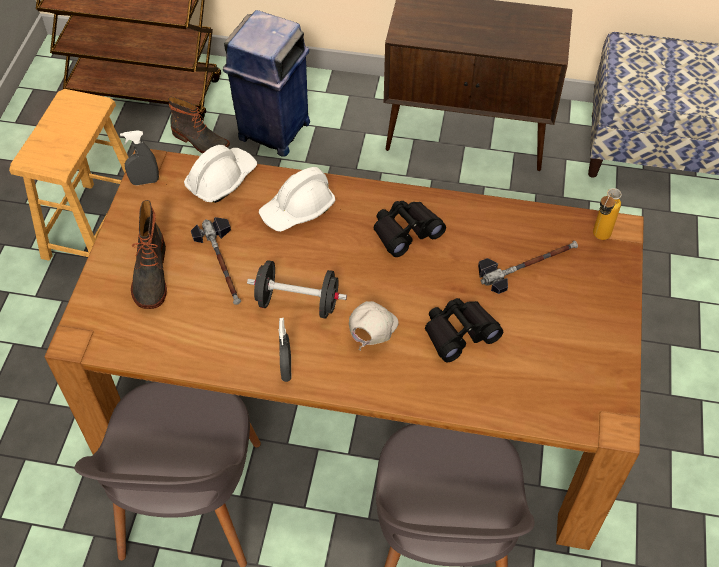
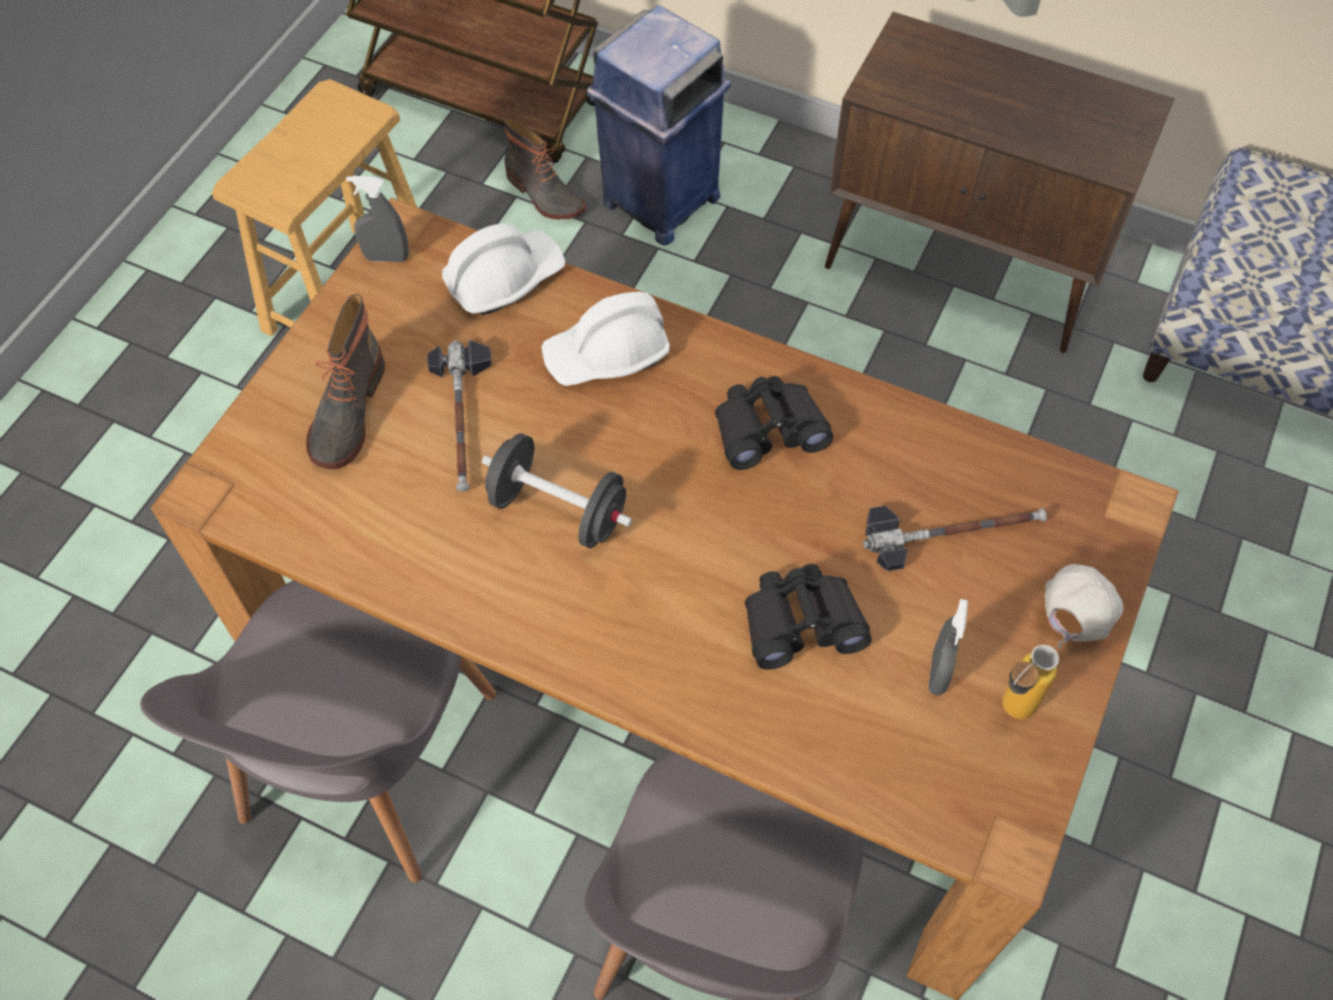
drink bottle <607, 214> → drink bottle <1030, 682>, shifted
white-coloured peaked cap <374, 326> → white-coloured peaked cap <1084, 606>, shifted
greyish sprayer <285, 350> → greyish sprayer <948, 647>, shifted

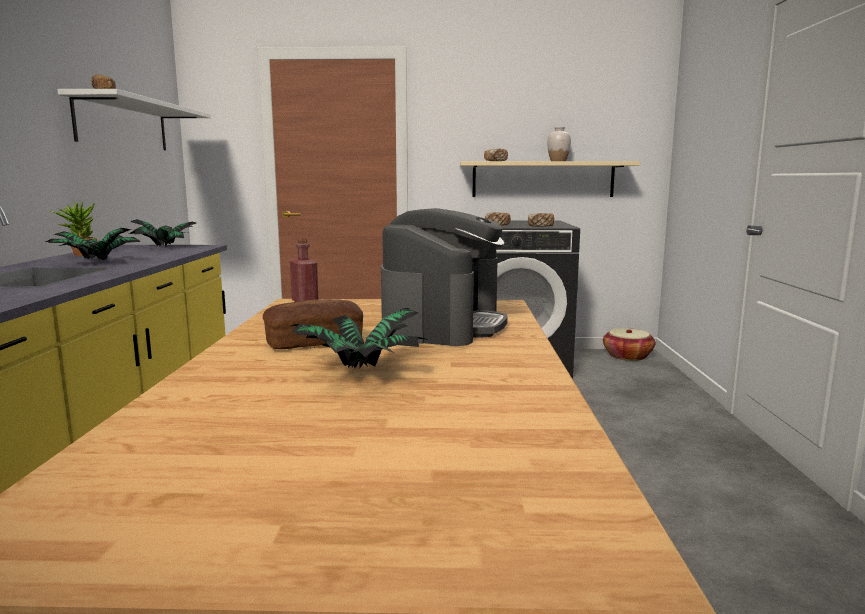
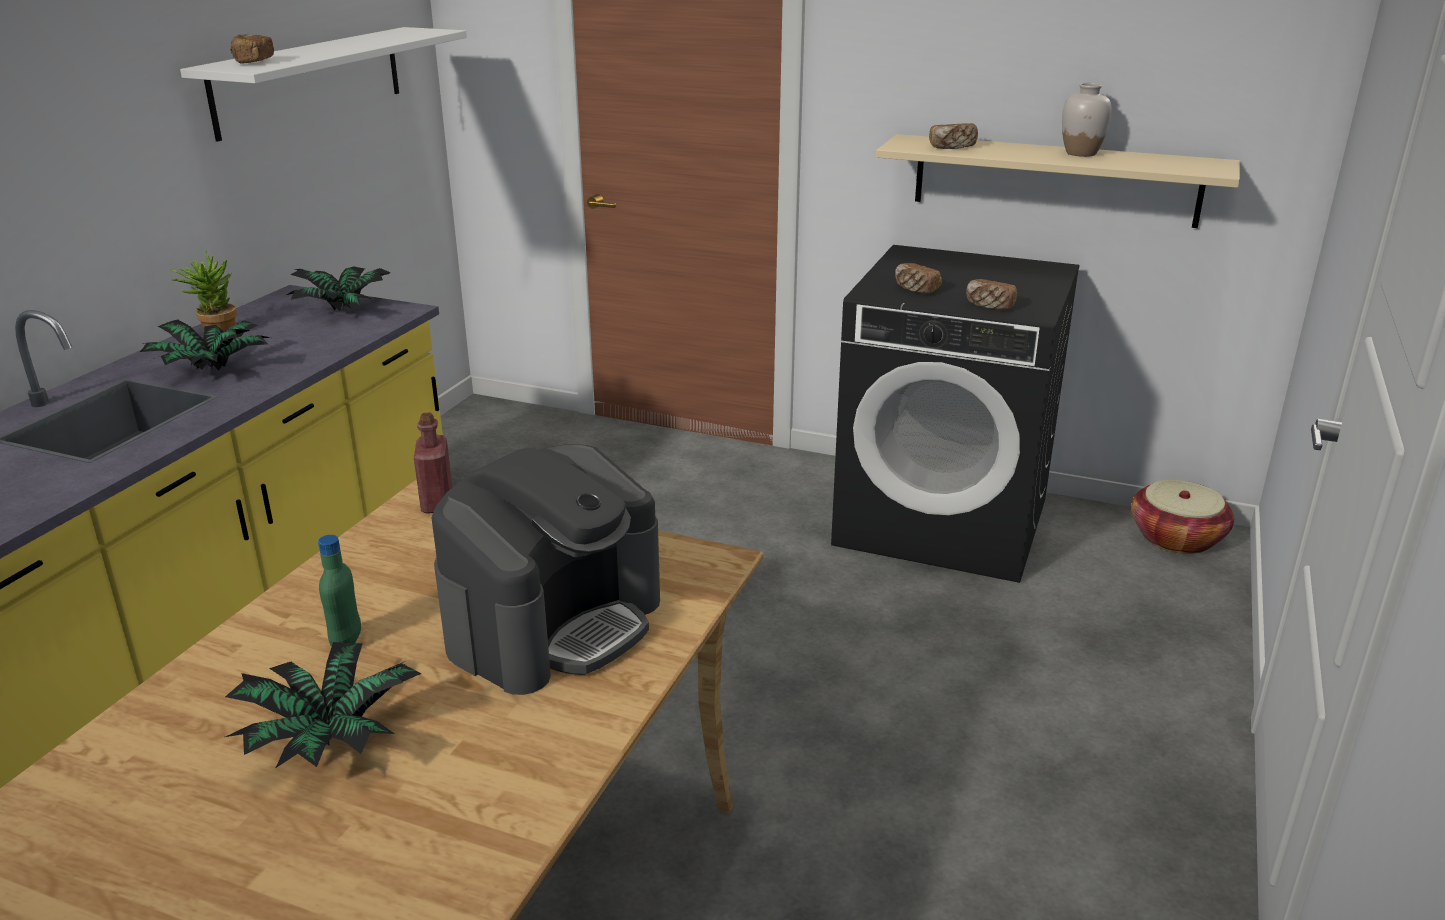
bakery bread <313, 324> → green drink bottle <339, 591>

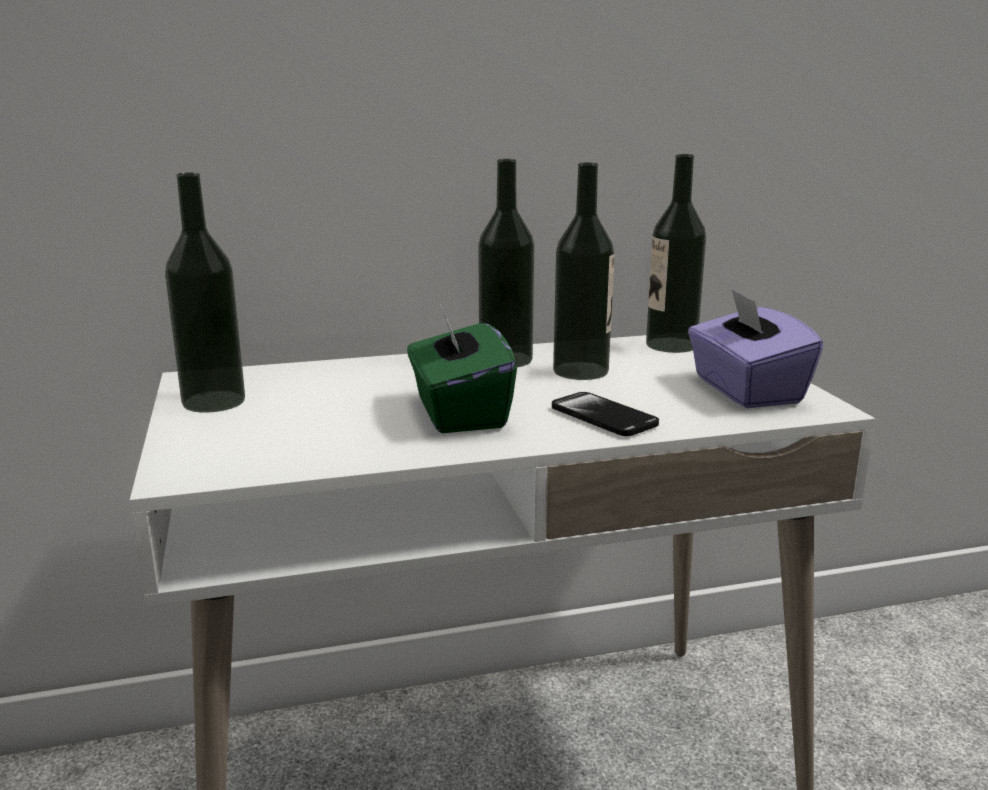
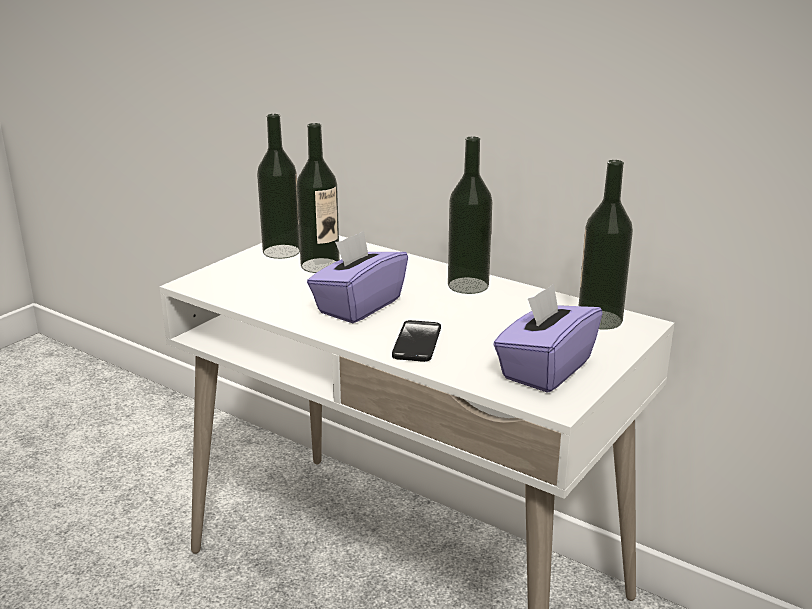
drink bottle <583, 271> → drink bottle <318, 198>, shifted
green tissue holder <462, 369> → purplish tissue holder <357, 277>

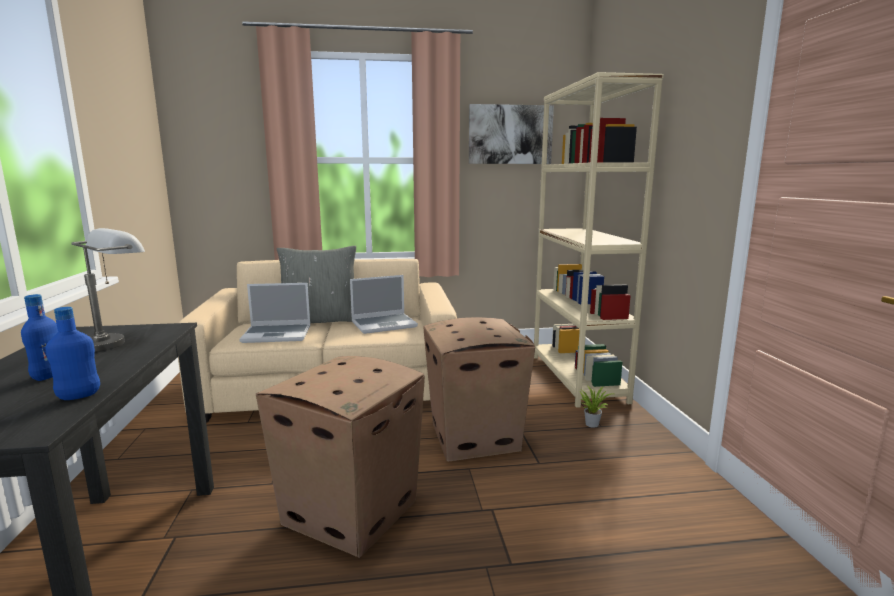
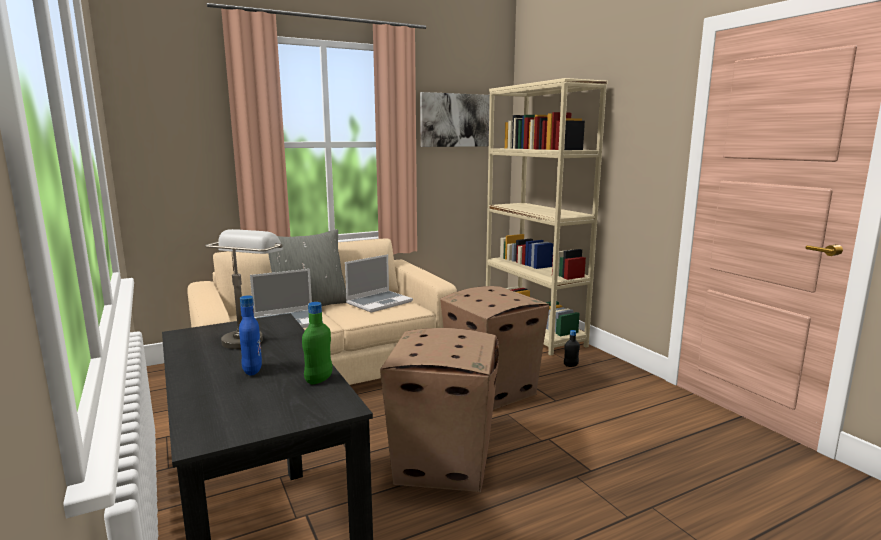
blue drink bottle <72, 353> → green drink bottle <317, 343>
houseplant <595, 407> → black drink bottle <572, 348>

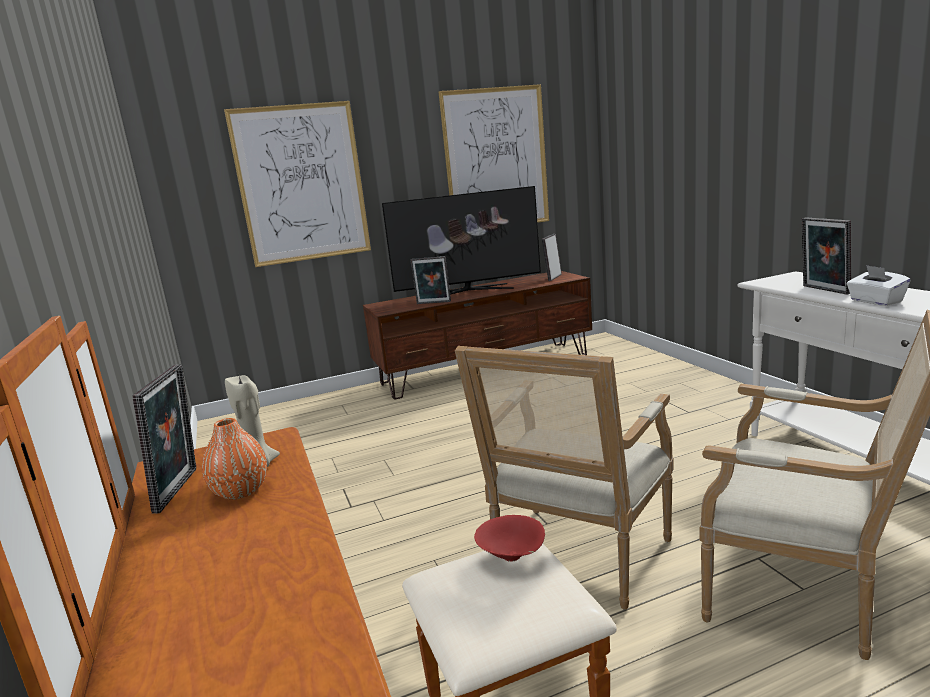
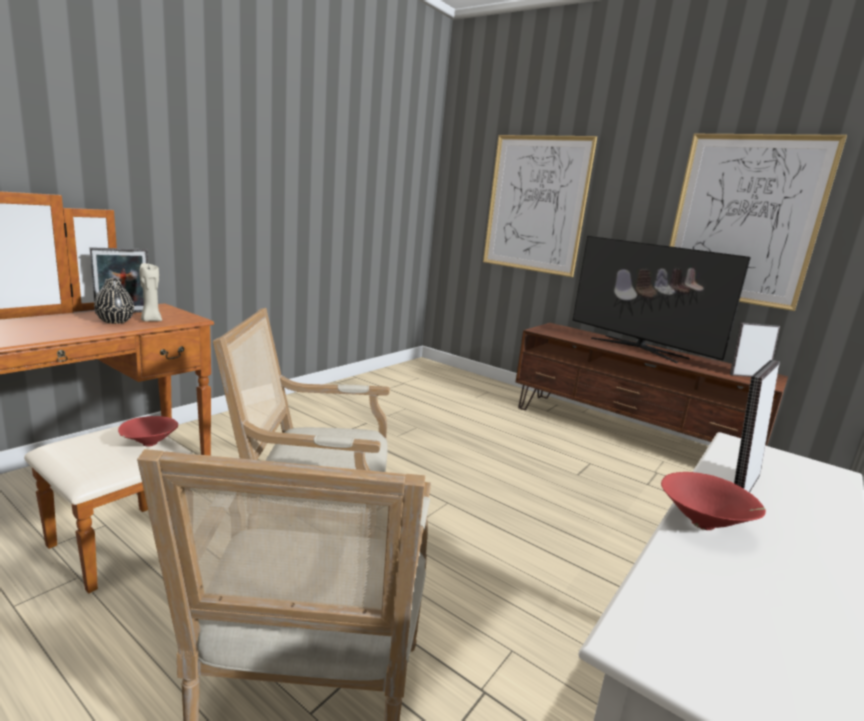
standing frame <430, 280> → -
white-coloured tissue holder <879, 285> → red serving bowl <713, 501>
orange decorative vase <234, 459> → black decorative vase <114, 301>

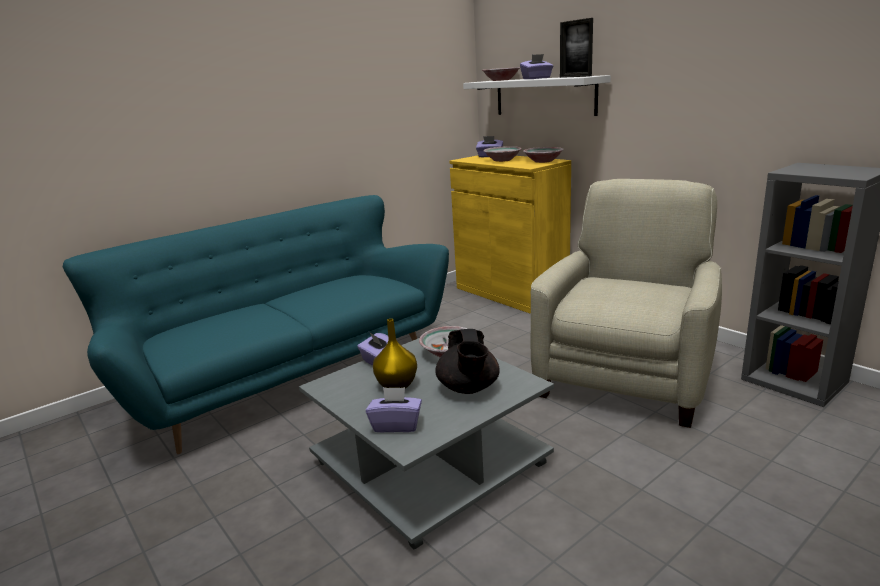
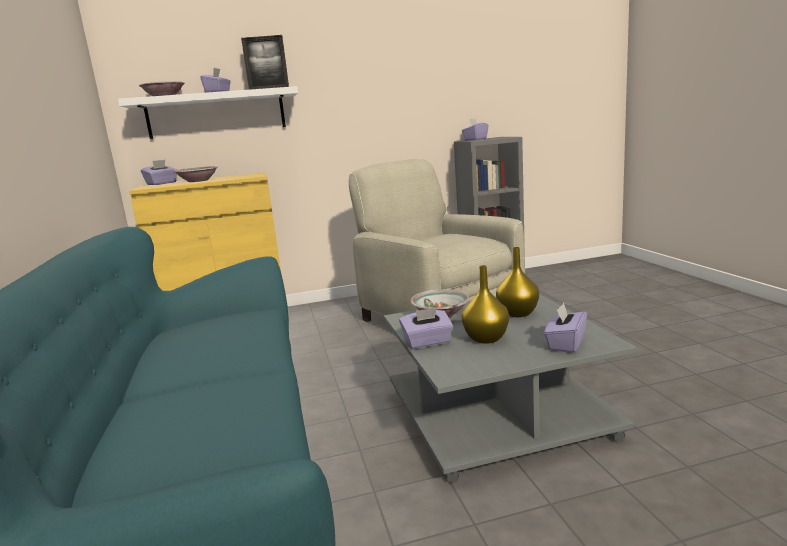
serving bowl <543, 155> → -
black tea pot <467, 361> → yellow-coloured decorative vase <517, 282>
- → purplish tissue holder <475, 129>

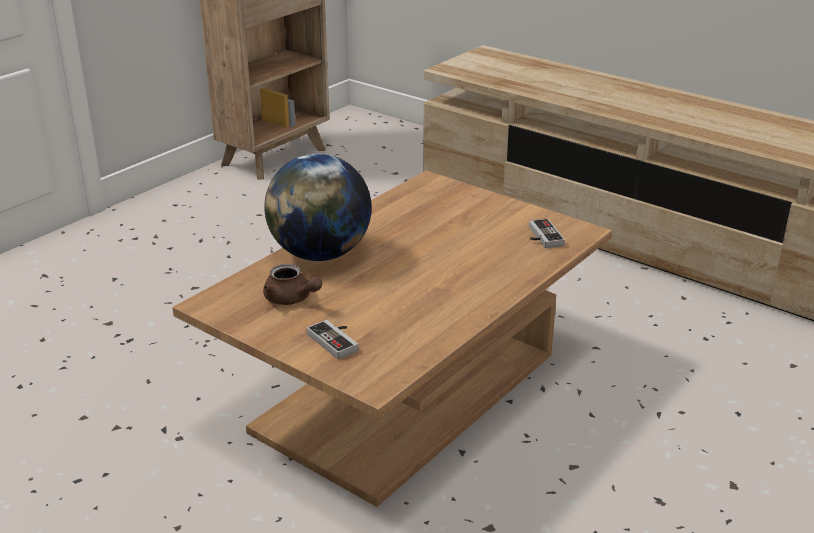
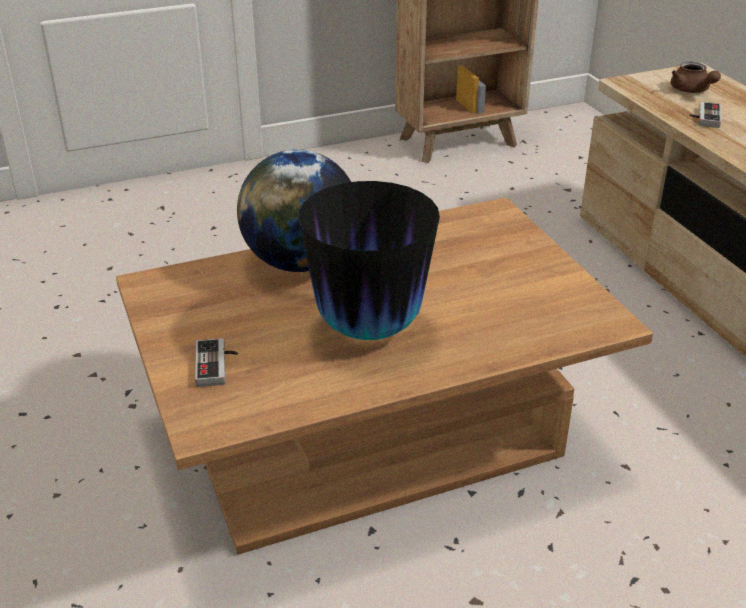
joypad <547, 233> → joypad <705, 115>, shifted
brownish tea pot <292, 284> → brownish tea pot <696, 77>, shifted
- → decorative vase <369, 260>

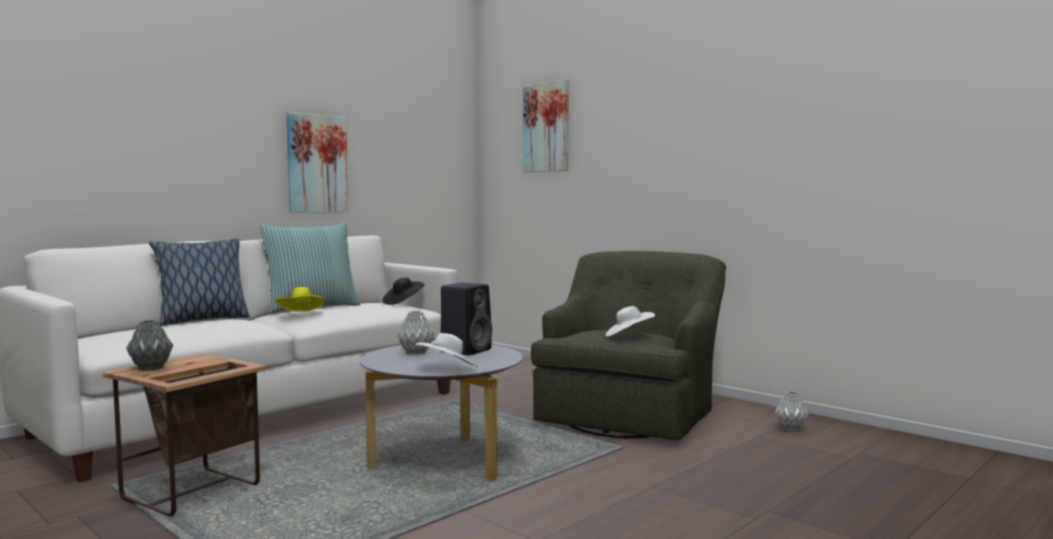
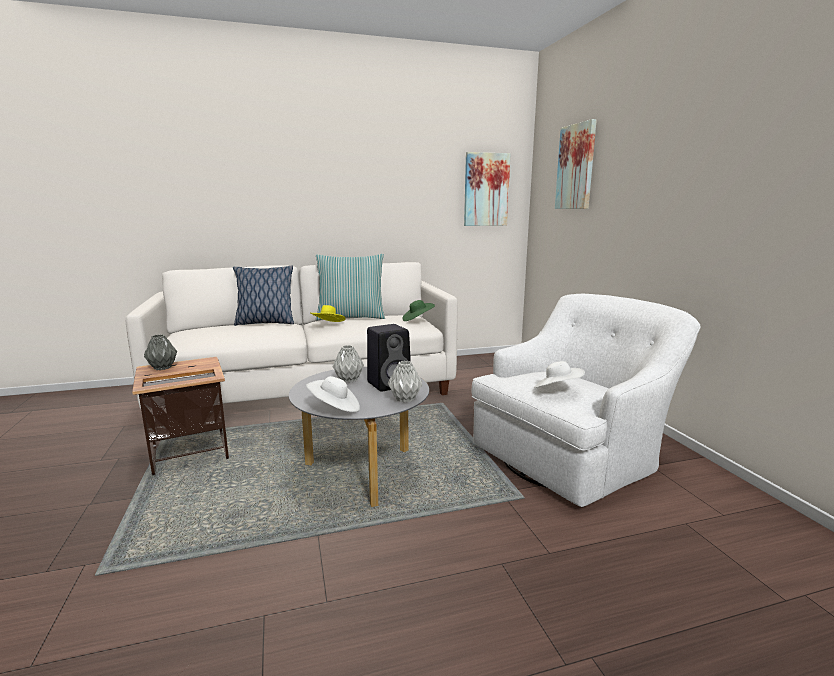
picture <317, 162> → picture <487, 189>, shifted
green easy chair <628, 345> → white-coloured easy chair <586, 400>
black wearable hat <404, 291> → green wearable hat <418, 310>
greyish decorative vase <792, 411> → greyish decorative vase <405, 382>, shifted

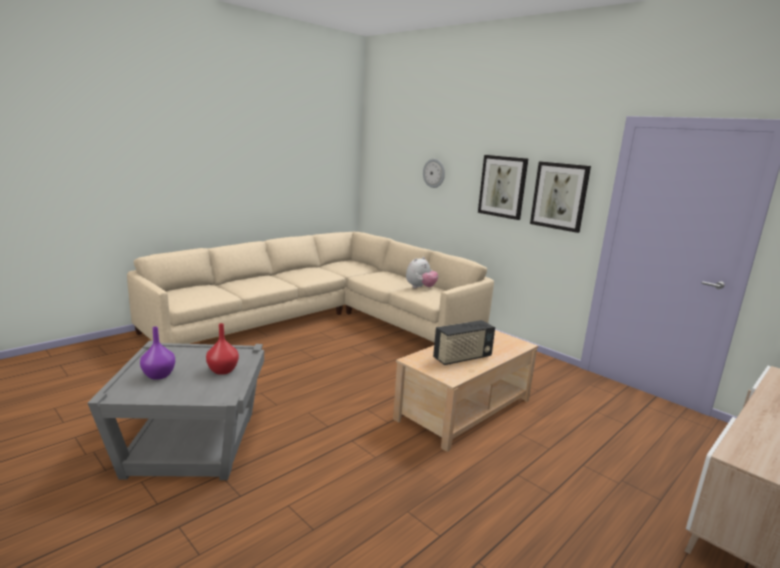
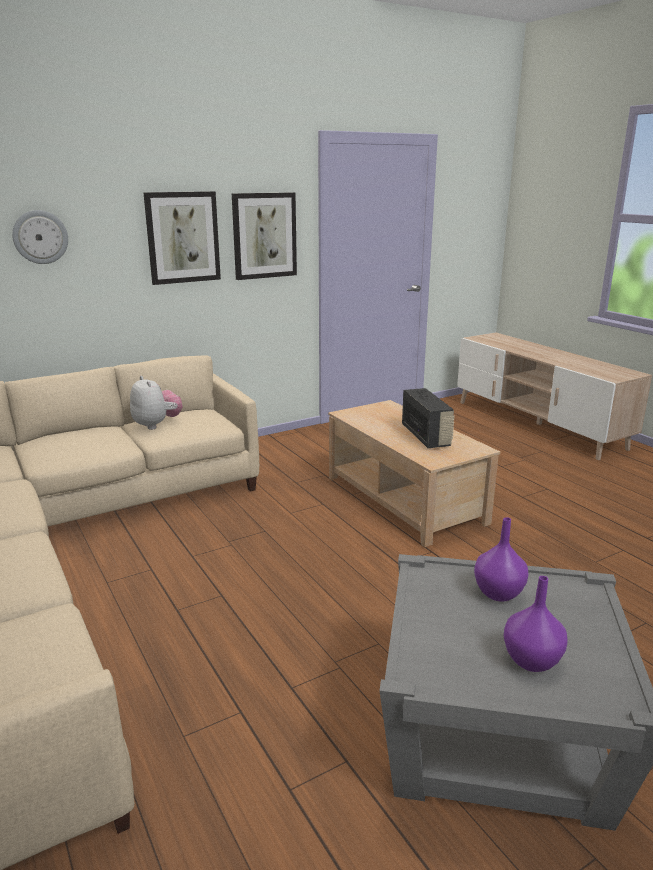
red decorative vase <222, 349> → purplish decorative vase <501, 559>

